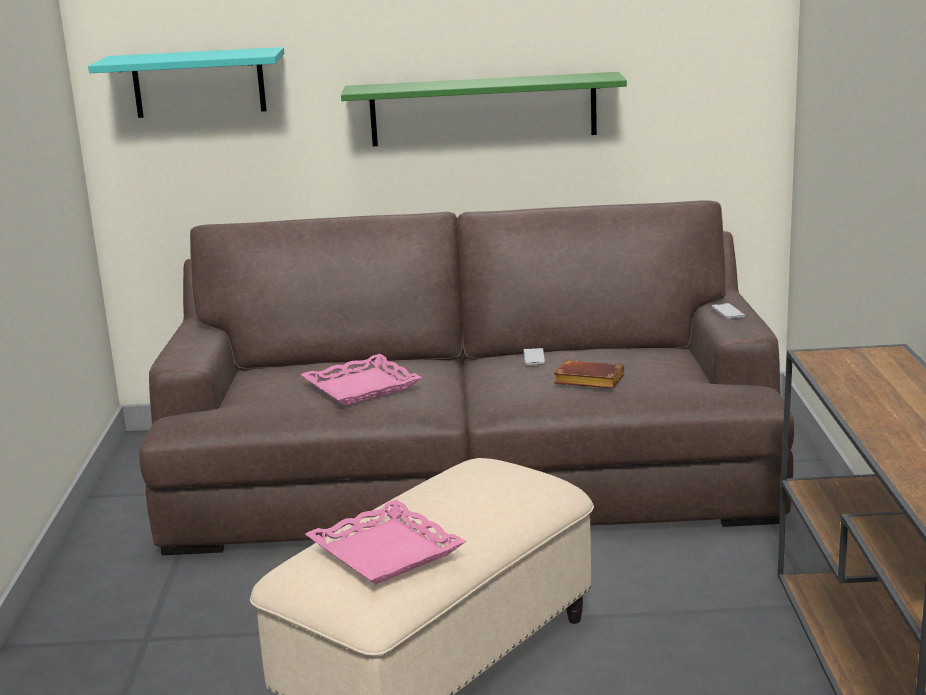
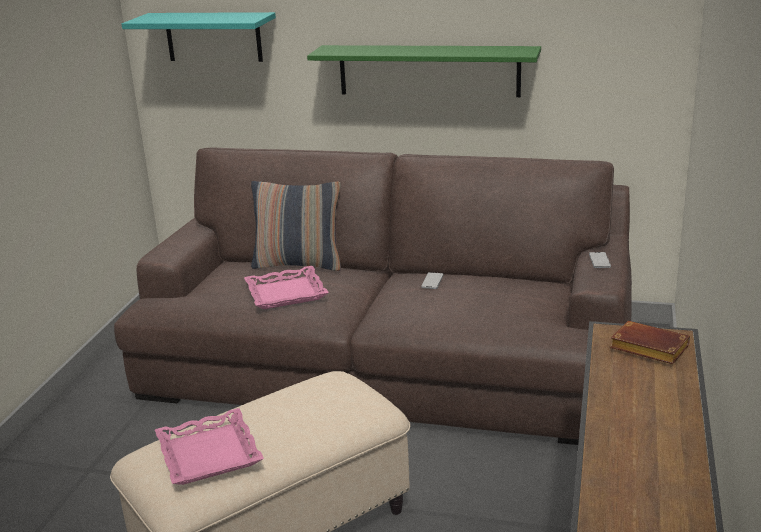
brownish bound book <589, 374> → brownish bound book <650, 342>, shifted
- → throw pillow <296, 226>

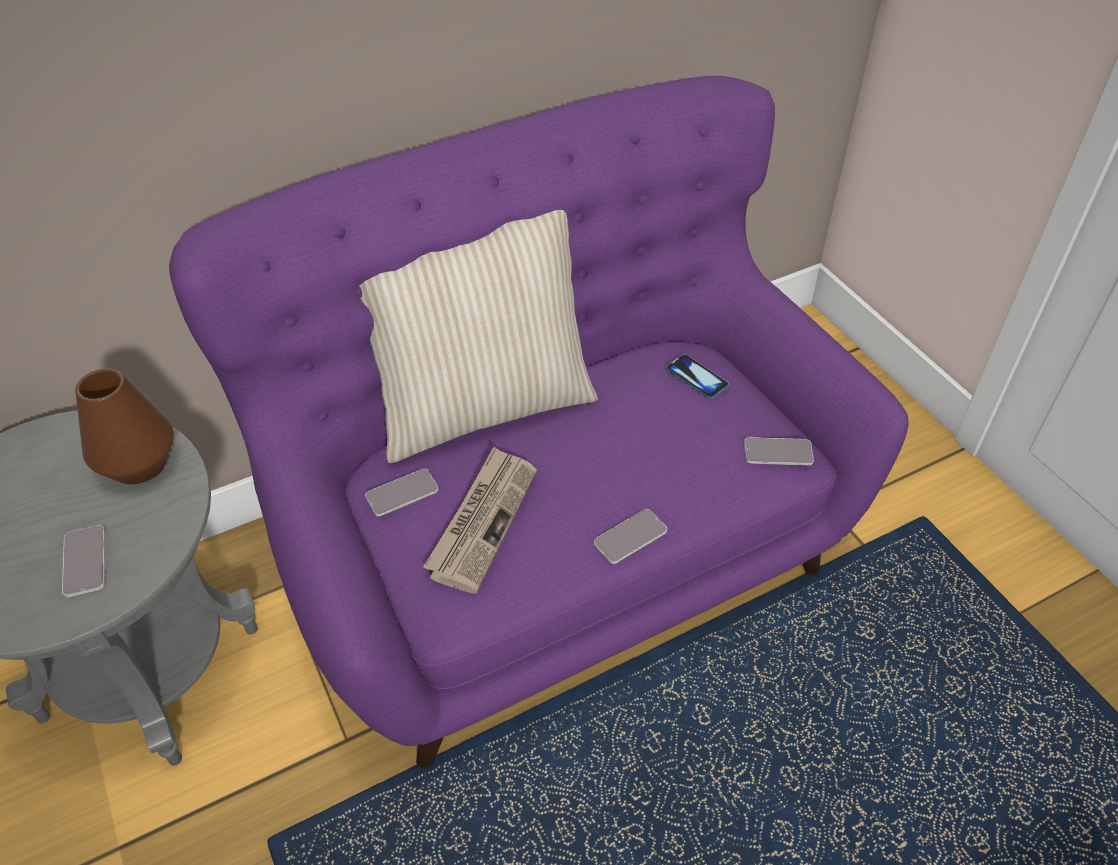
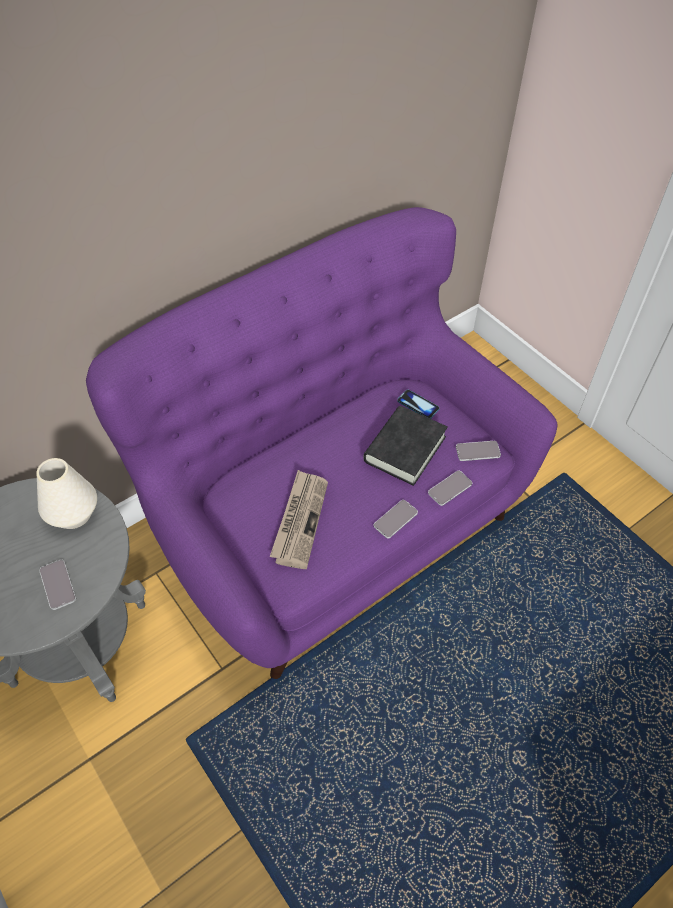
beige-coloured throw pillow <478, 336> → -
brownish decorative vase <124, 426> → white-coloured decorative vase <67, 493>
telephone <401, 493> → telephone <450, 488>, shifted
- → black bound book <405, 446>

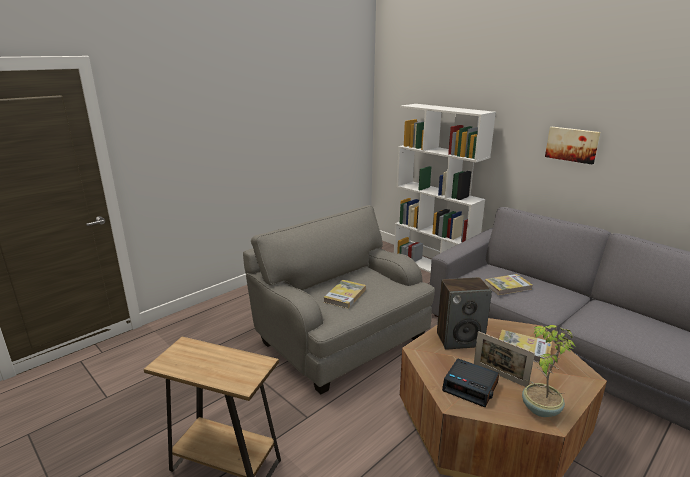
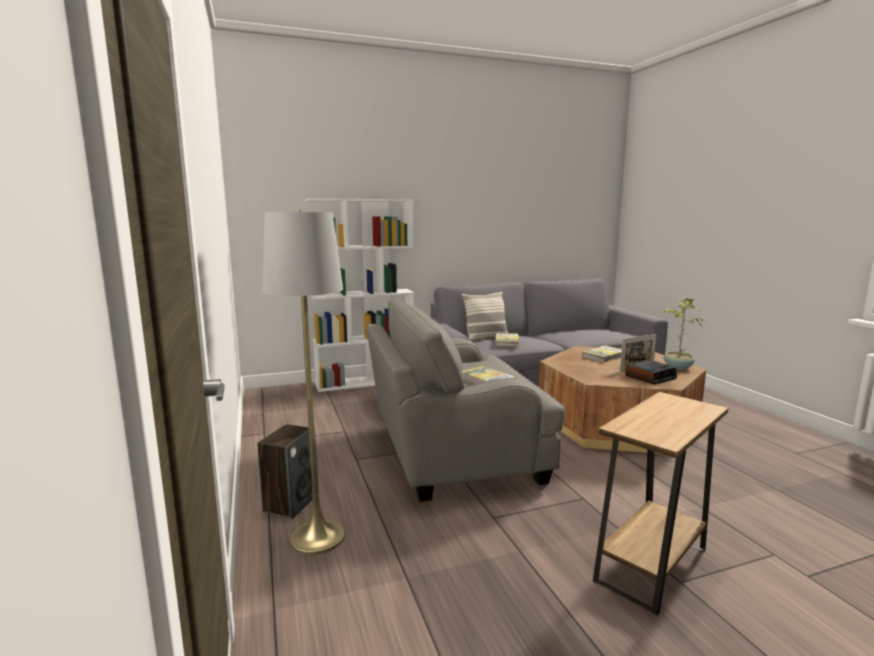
picture <572, 145> → -
audio speaker <464, 313> → audio speaker <287, 471>, shifted
- → greyish floor lamp <303, 382>
- → throw pillow <485, 316>

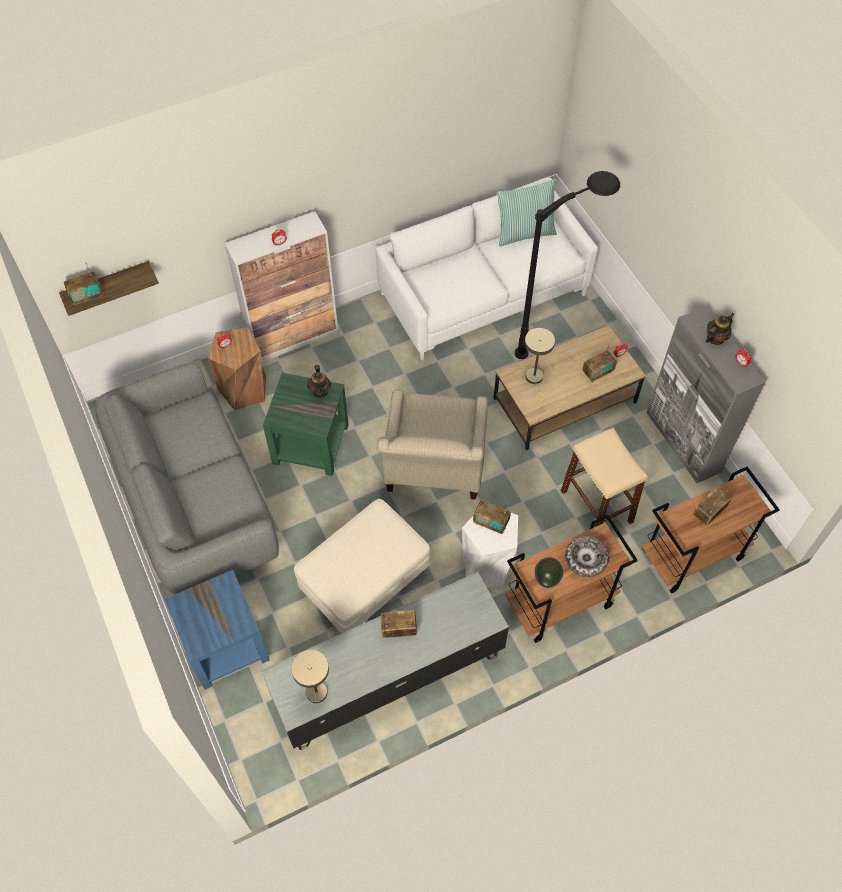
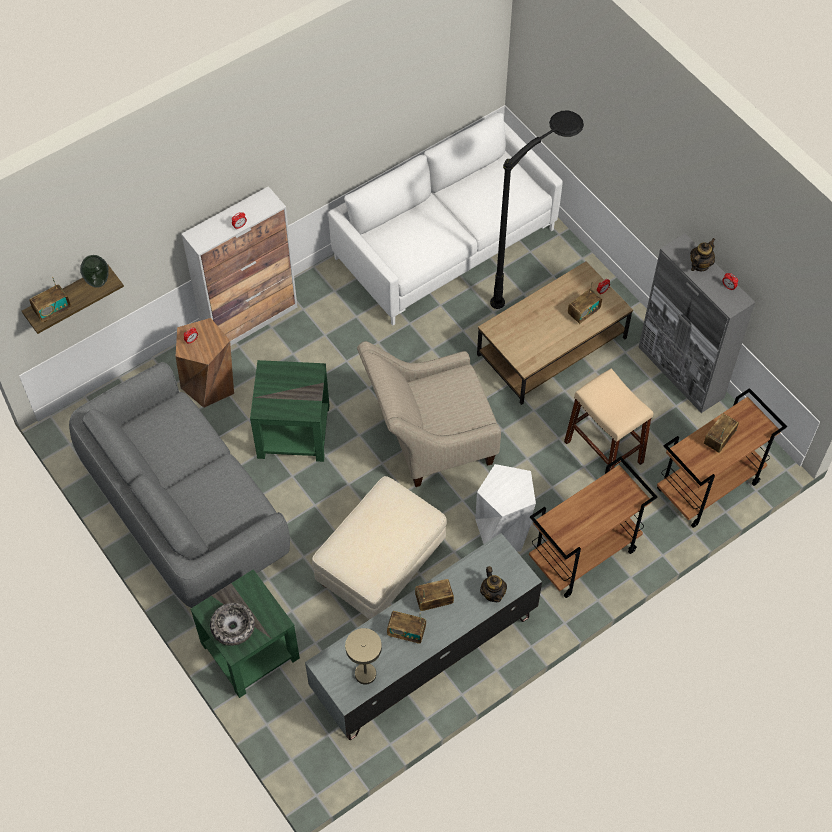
throw pillow <527, 213> → -
beige-coloured lamp for a table <540, 365> → -
tea pot <319, 381> → tea pot <493, 584>, shifted
beige-coloured easy chair <432, 444> → beige-coloured easy chair <429, 414>, 75 degrees clockwise
radio set <492, 517> → radio set <406, 627>, shifted
serving bowl <587, 556> → serving bowl <232, 624>, shifted
decorative vase <549, 572> → decorative vase <94, 271>, shifted
blue accent table <217, 630> → green accent table <245, 633>

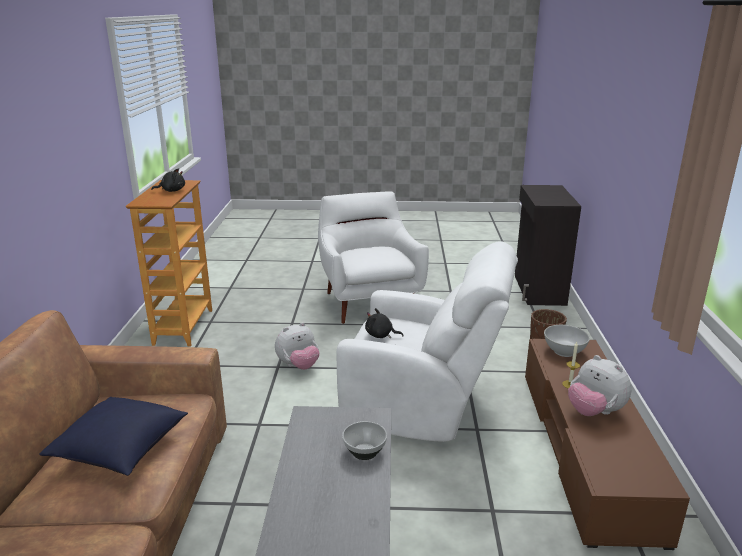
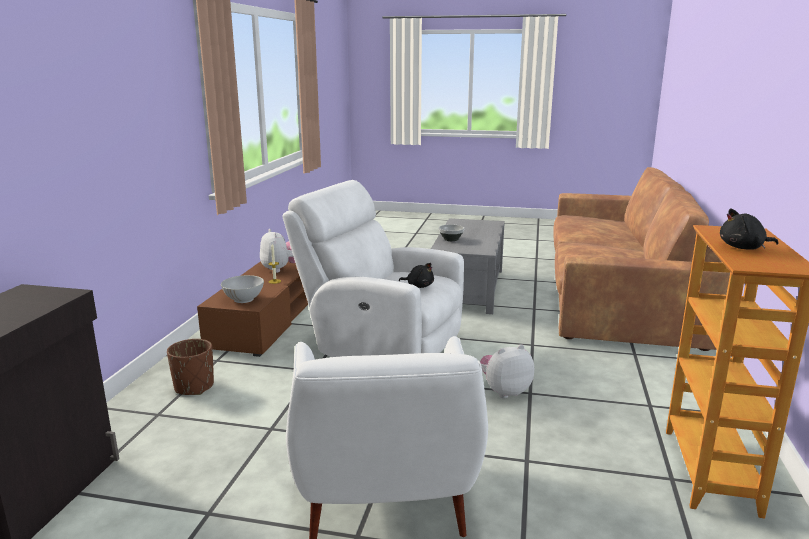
blue throw pillow <113, 436> → -

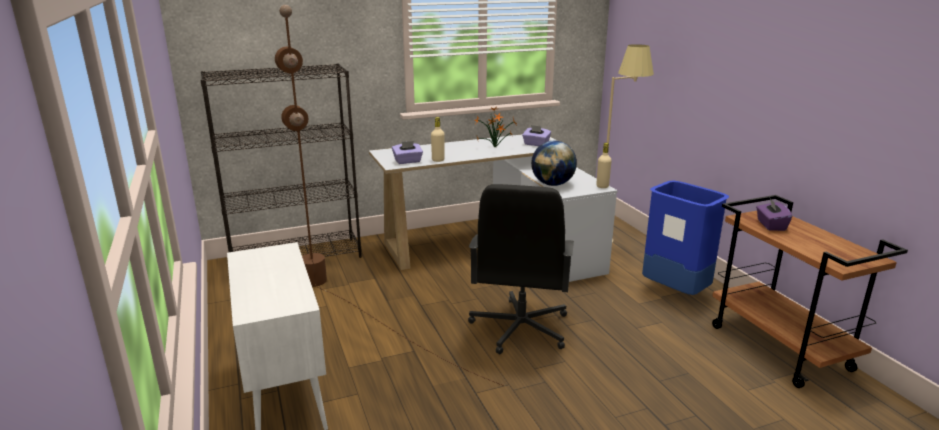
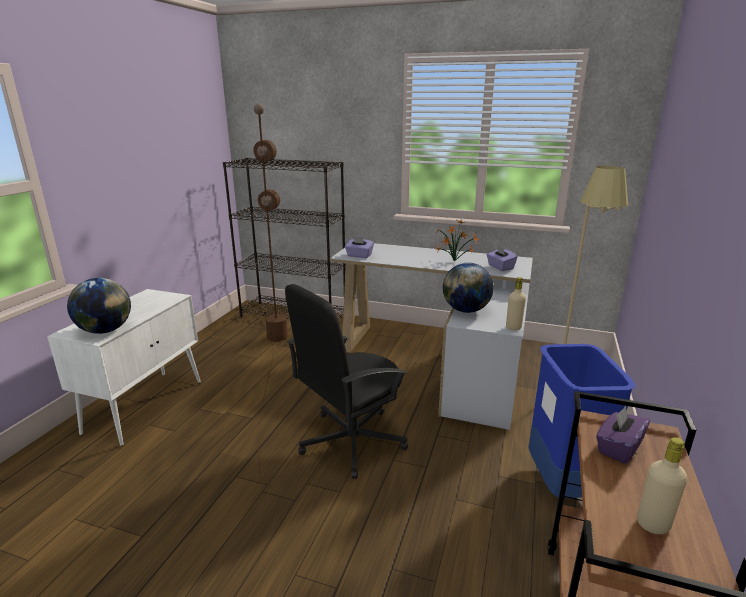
beige-coloured drink bottle <438, 139> → beige-coloured drink bottle <662, 485>, shifted
- → world globe <99, 306>

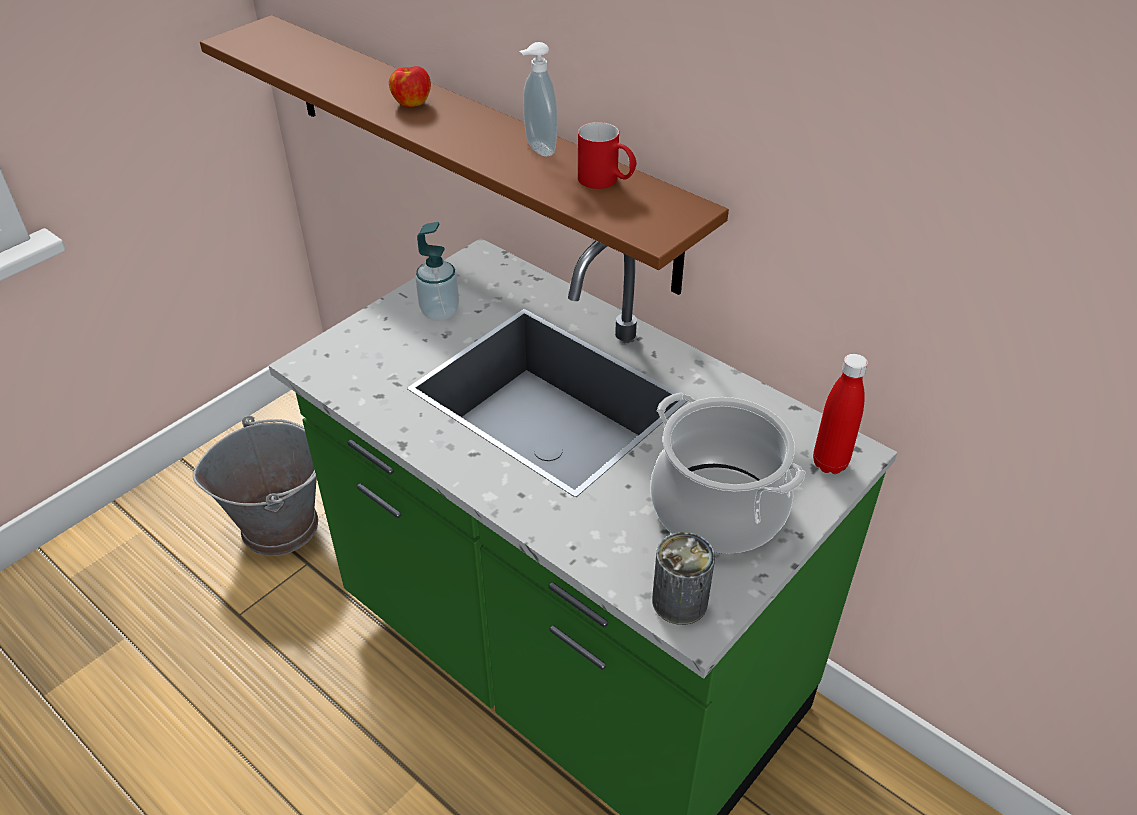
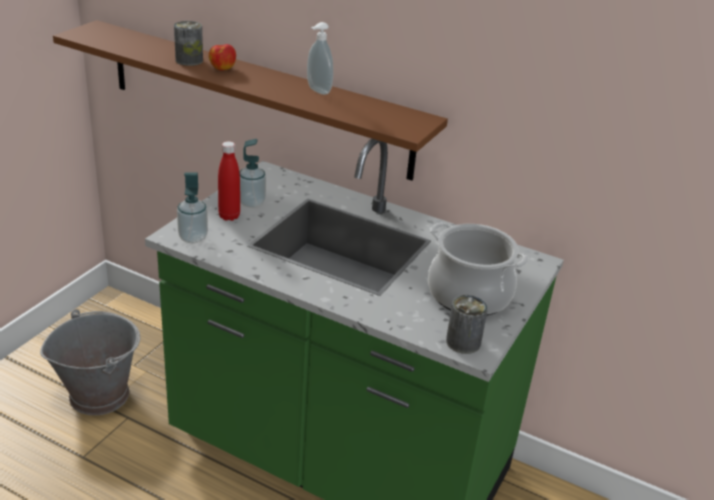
red mug <607, 155> → -
red drink bottle <840, 414> → red drink bottle <229, 181>, shifted
- → sealed can <188, 43>
- → liquid soap bottle <192, 207>

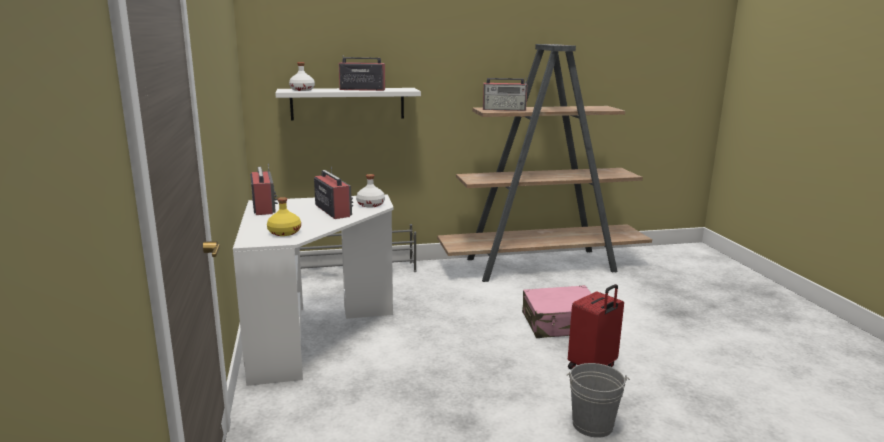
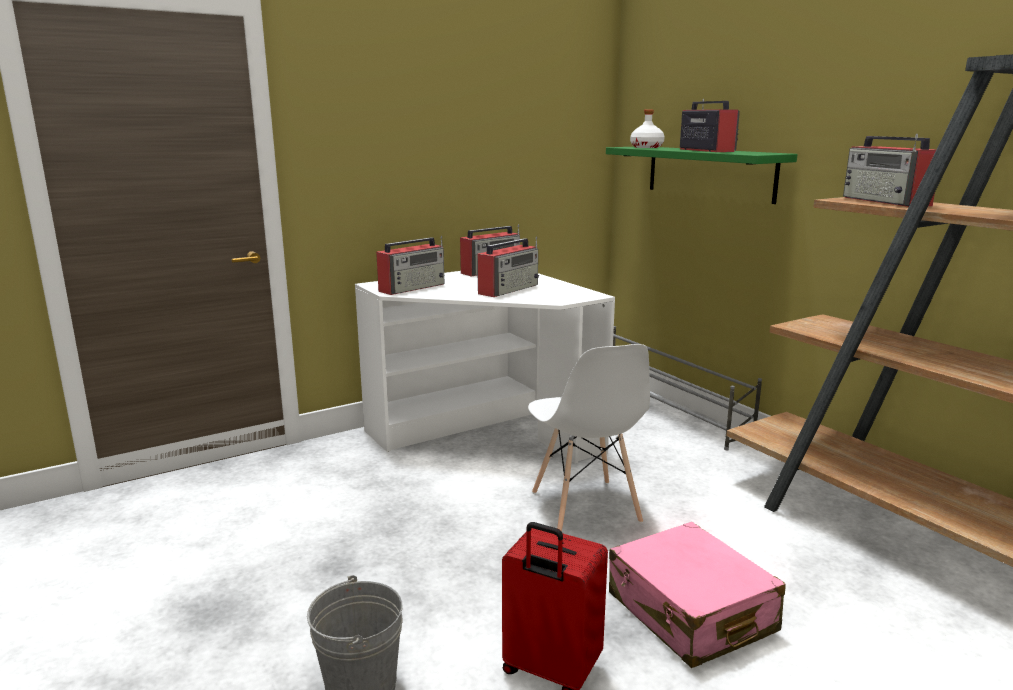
white-coloured wall shelf <348, 104> → green wall shelf <702, 175>
white-coloured drink bottle <370, 190> → -
yellow-coloured drink bottle <284, 216> → radio set <410, 265>
- → white-coloured chair <589, 438>

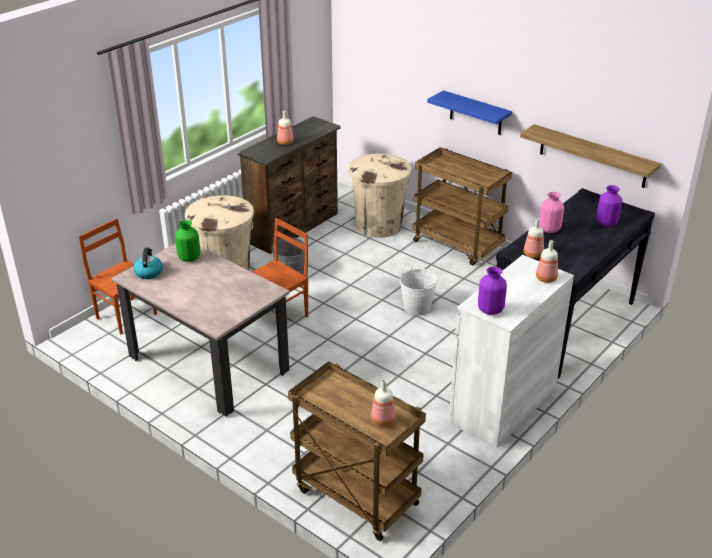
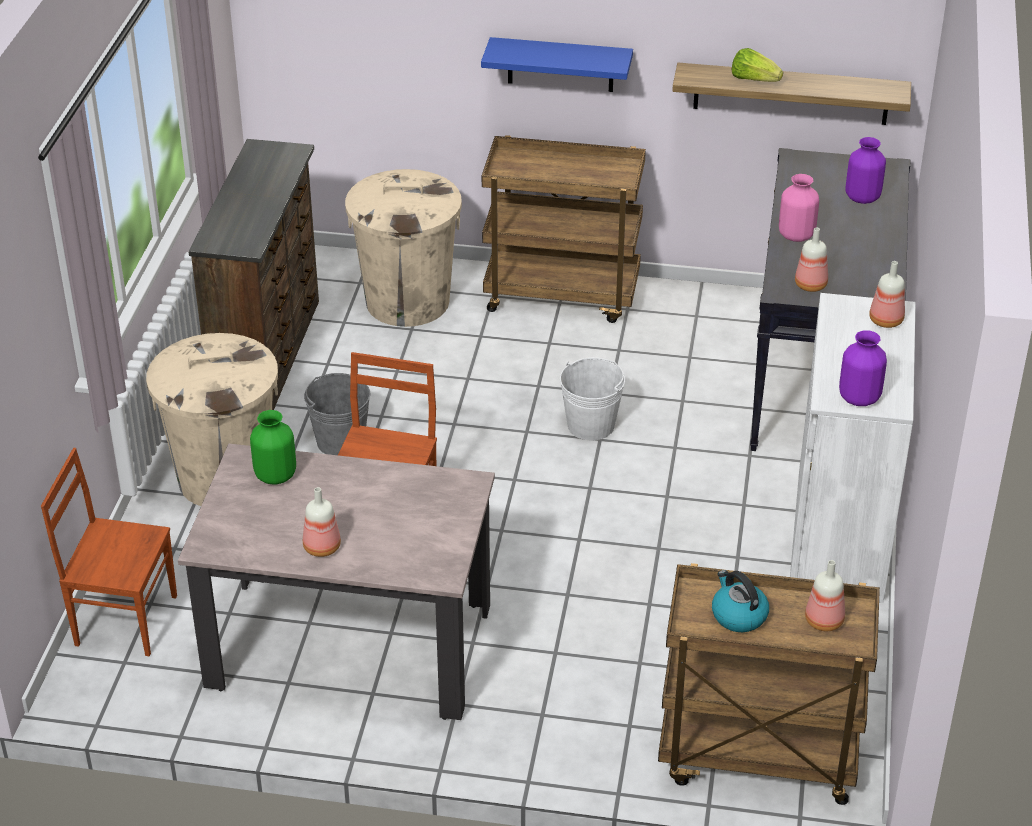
drink bottle <285, 128> → drink bottle <322, 522>, shifted
water kettle <148, 263> → water kettle <740, 601>, shifted
- → head of lettuce <757, 65>

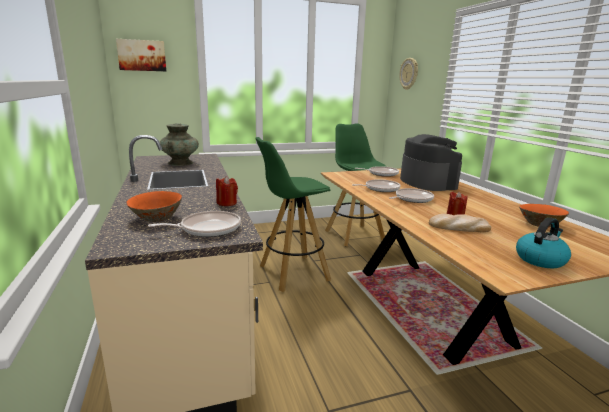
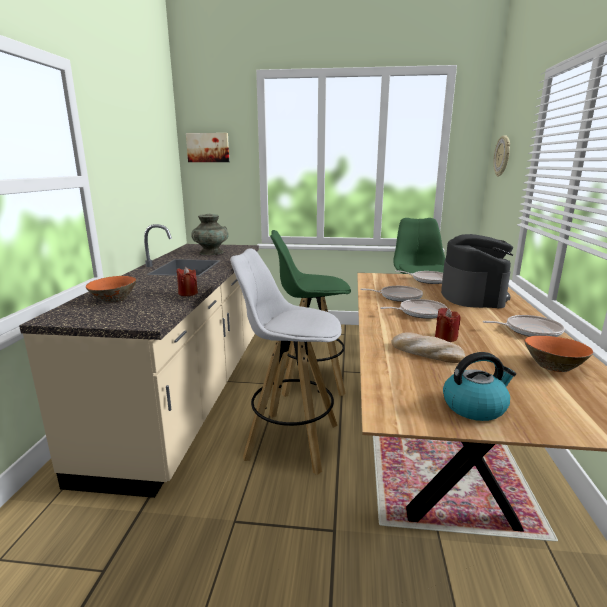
skillet <194, 224> → skillet <524, 326>, shifted
- → white-coloured sitting stool <286, 361>

